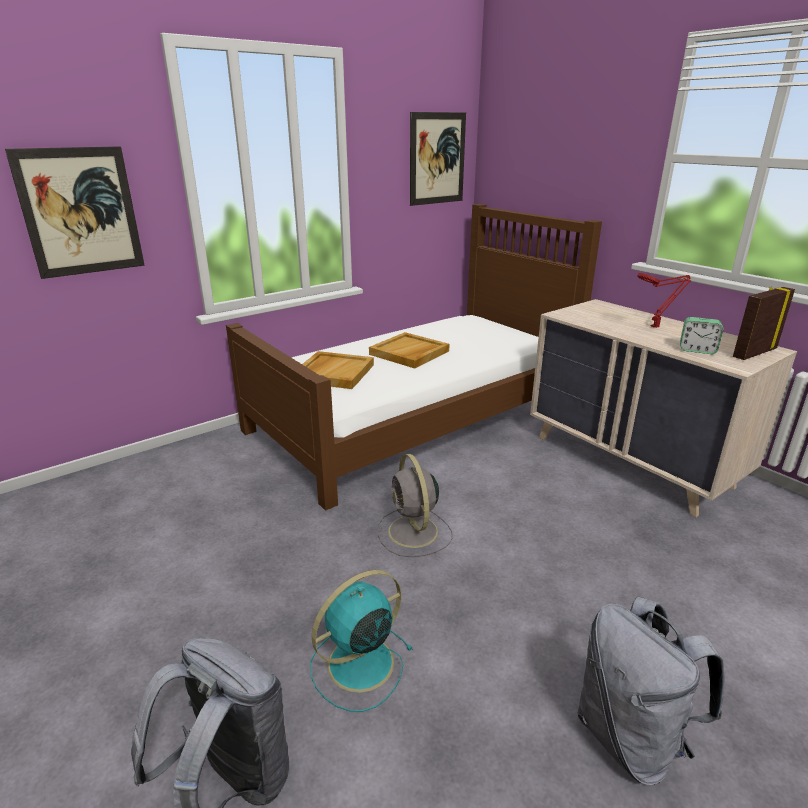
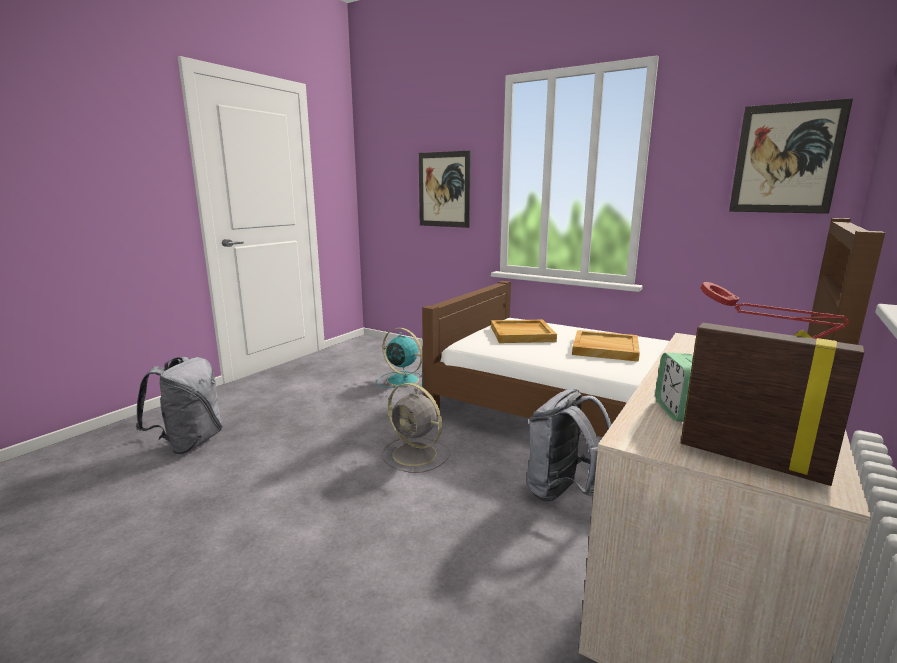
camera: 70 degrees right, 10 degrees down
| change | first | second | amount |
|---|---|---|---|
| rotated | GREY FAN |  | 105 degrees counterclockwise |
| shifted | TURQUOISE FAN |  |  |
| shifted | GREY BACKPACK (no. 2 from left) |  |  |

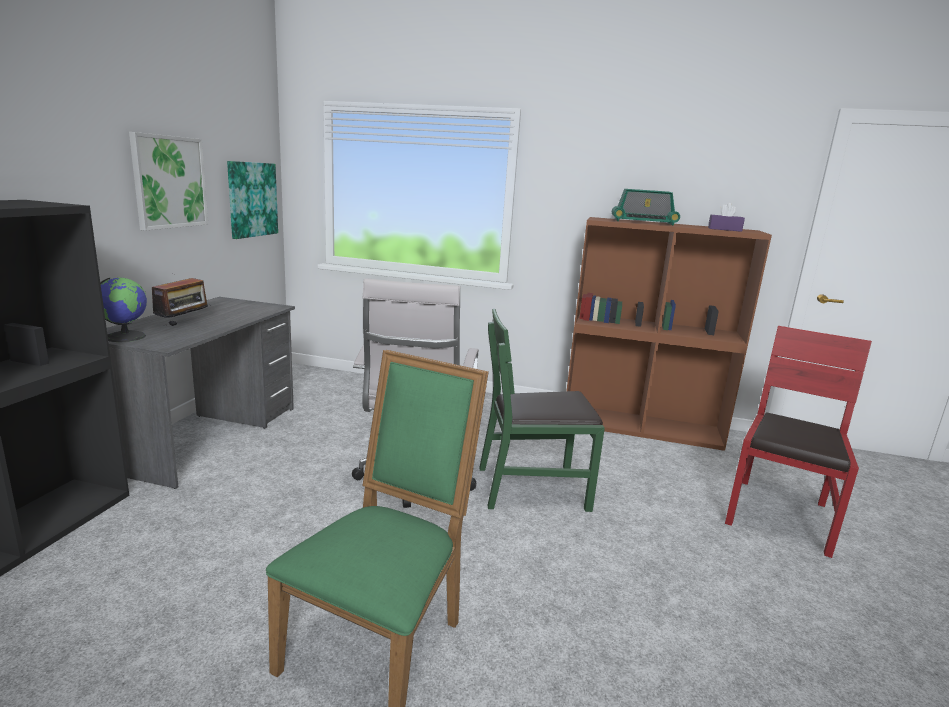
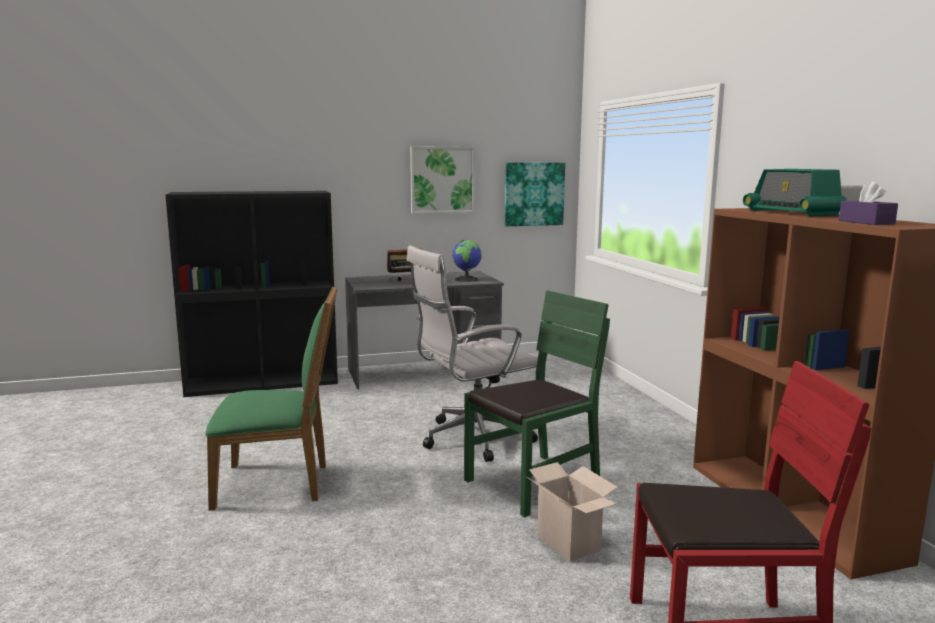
camera: 60 degrees right, 5 degrees down
| change | first | second | amount |
|---|---|---|---|
| shifted | GLOBE |  |  |
| rotated | GREEN CHAIR (no. 2 from left) |  | 90 degrees clockwise |
| new |  | CARDBOARD BOX |  |

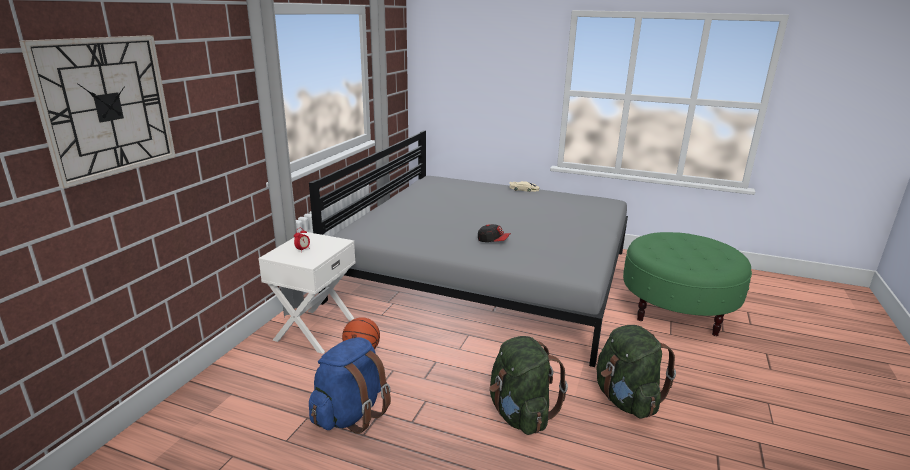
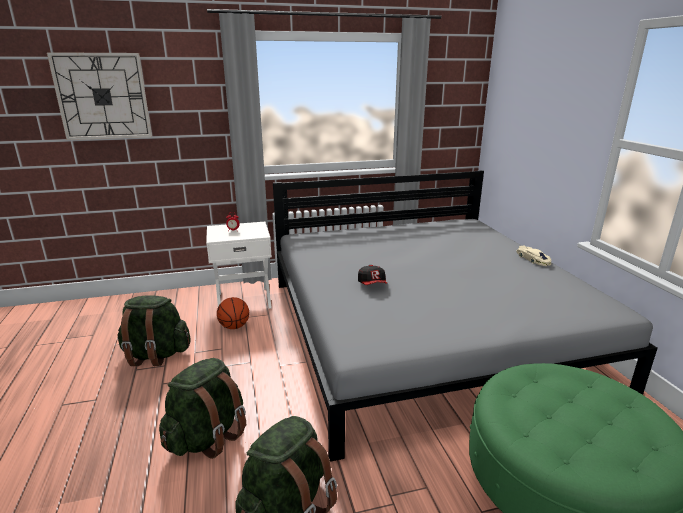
camera: 55 degrees right, 0 degrees up
| change | first | second | amount |
|---|---|---|---|
| repainted | BLUE BACKPACK | GREEN BACKPACK (no. 1 from left) |  |

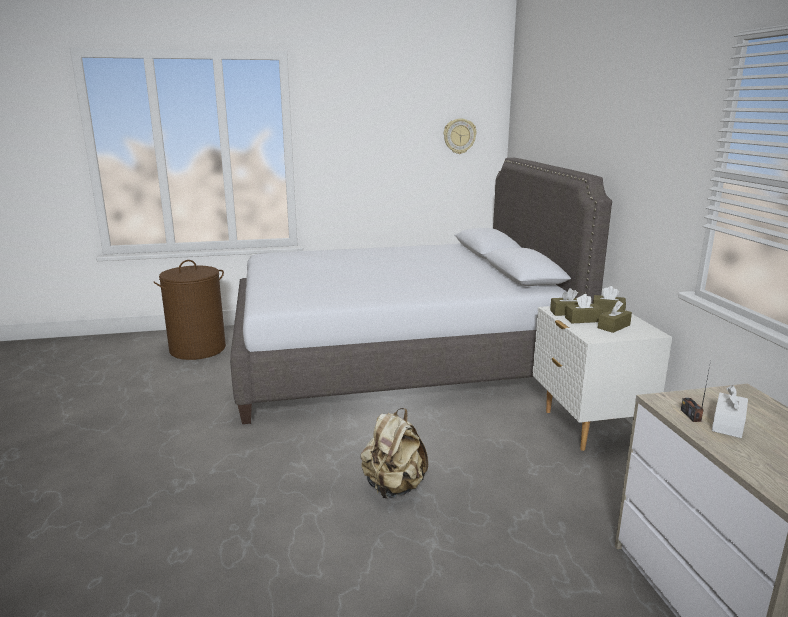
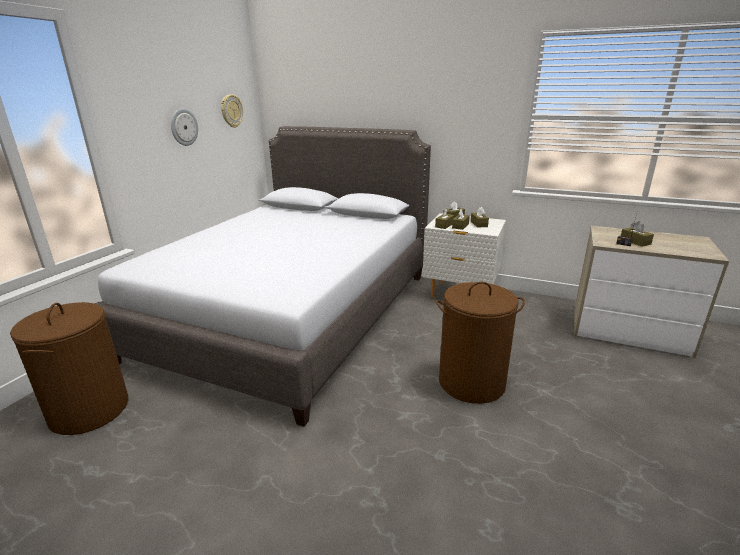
camera: 55 degrees left, 5 degrees up
| change | first | second | amount |
|---|---|---|---|
| repainted | WHITE TISSUE BOX | BROWN TISSUE BOX (no. 5 from left) |  |
| swapped | BEIGE BACKPACK | BROWN LAUNDRY BASKET (no. 2 from left) |  |
| new |  | WALL CLOCK (no. 1 from left) |  |

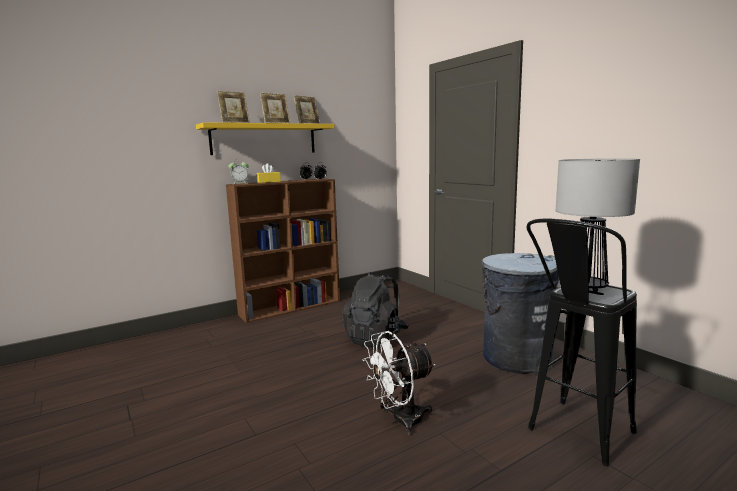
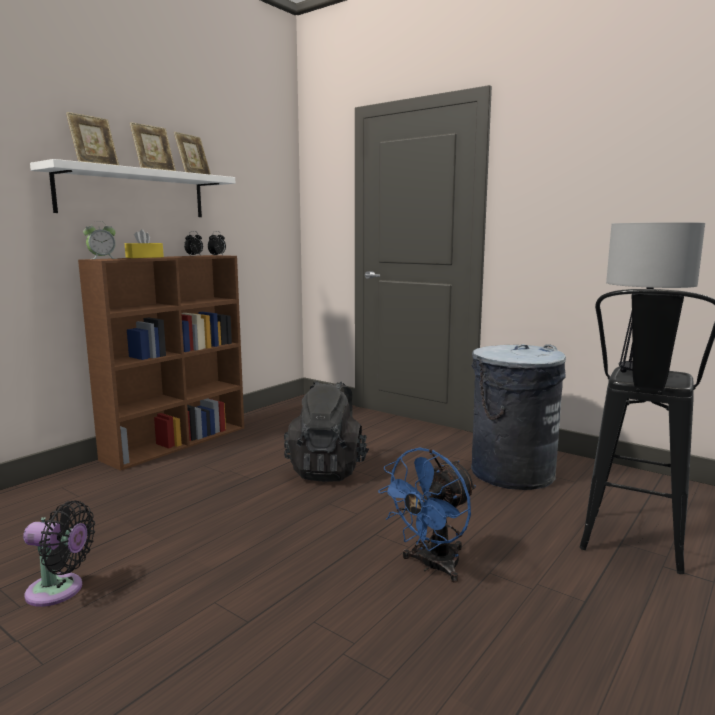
camera: 20 degrees left, 0 degrees up
| change | first | second | amount |
|---|---|---|---|
| repainted | YELLOW SHELF | WHITE SHELF |  |
| repainted | WHITE FAN | BLUE FAN |  |
| new |  | BLACK FAN |  |

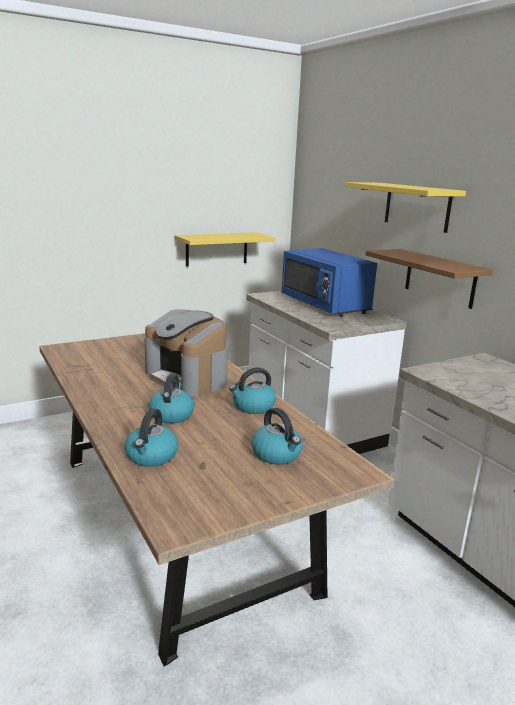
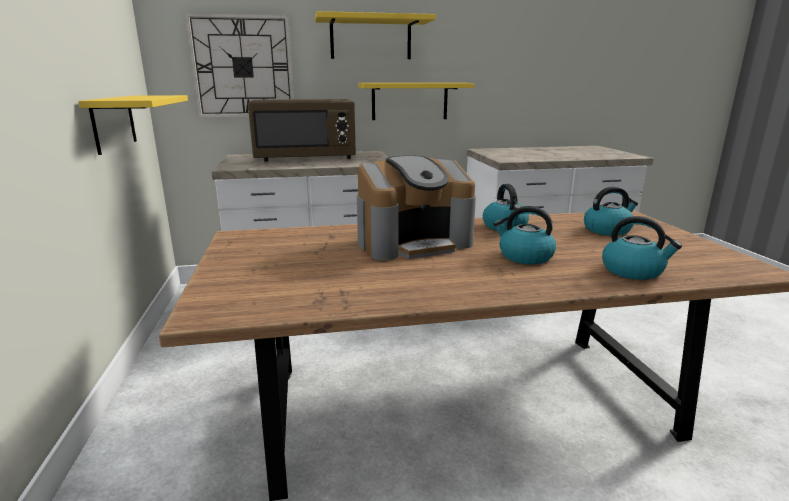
camera: 70 degrees left, 0 degrees up
| change | first | second | amount |
|---|---|---|---|
| repainted | BLUE MICROWAVE | BROWN MICROWAVE |  |
| repainted | BROWN SHELF | YELLOW SHELF (no. 3 from left) |  |
| new |  | WALL CLOCK |  |

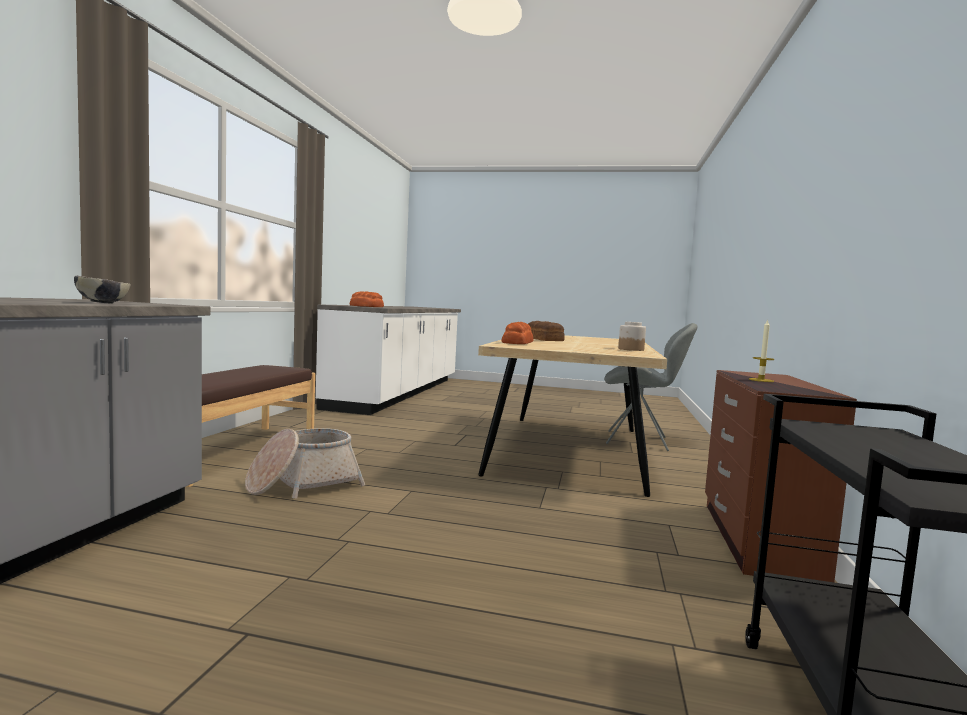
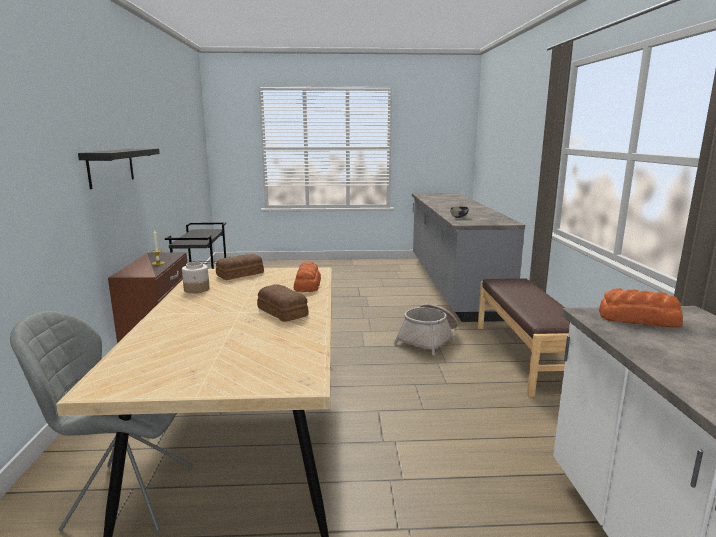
camera: 165 degrees right, 10 degrees up
| change | first | second | amount |
|---|---|---|---|
| new |  | BLACK SHELF |  |
| new |  | BREAD (no. 1 from left) |  |

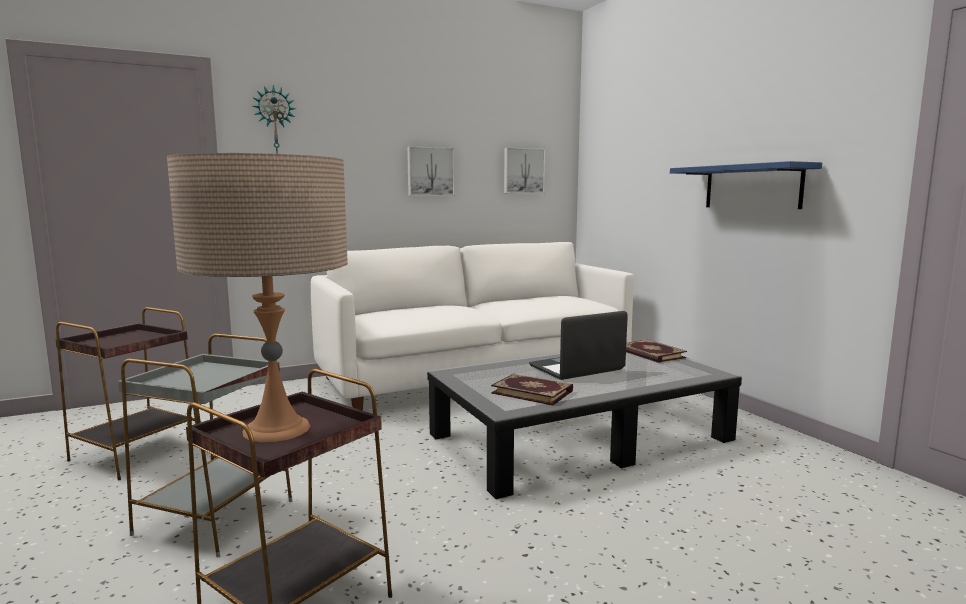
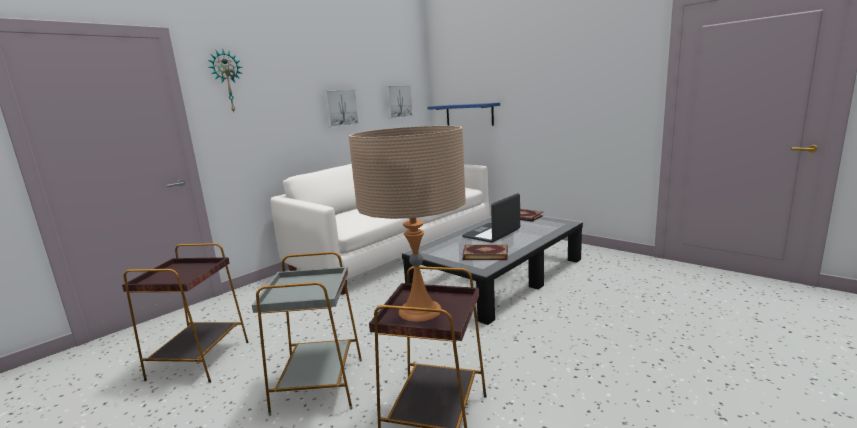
camera: 20 degrees left, 5 degrees up
| change | first | second | amount |
|---|---|---|---|
| shifted | BLUE SHELF |  |  |

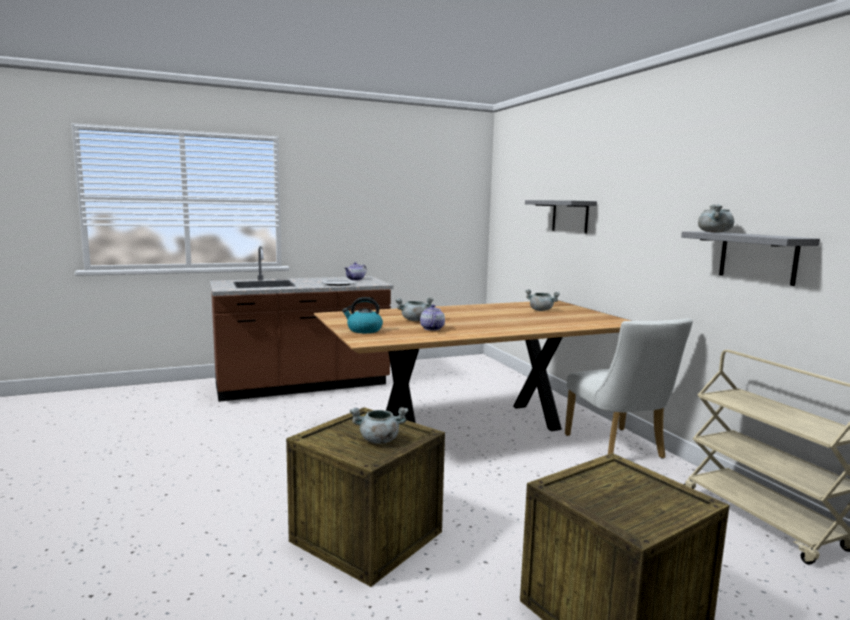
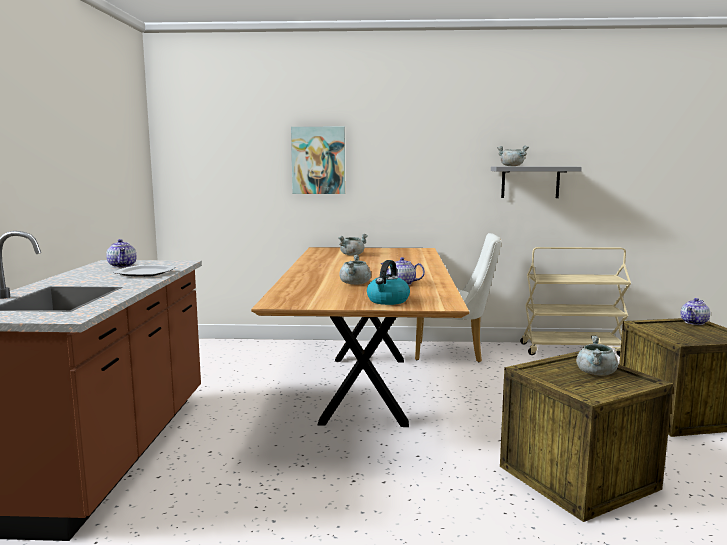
camera: 65 degrees left, 0 degrees up
| change | first | second | amount |
|---|---|---|---|
| swapped | GREY SHELF (no. 1 from left) | PICTURE |  |
| new |  | TEAPOT (no. 3 from left) |  |

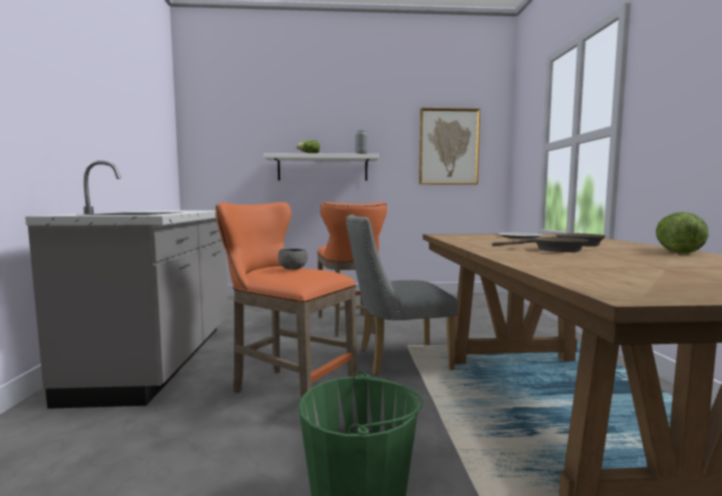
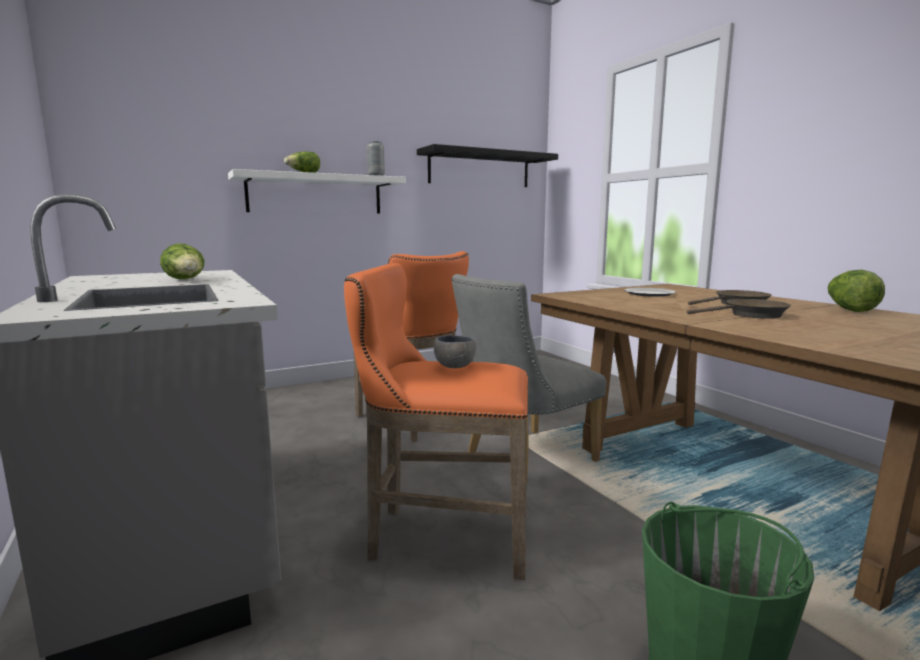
camera: 25 degrees left, 5 degrees up
| change | first | second | amount |
|---|---|---|---|
| swapped | PICTURE | BLACK SHELF |  |
| new |  | LETTUCE (no. 1 from left) |  |

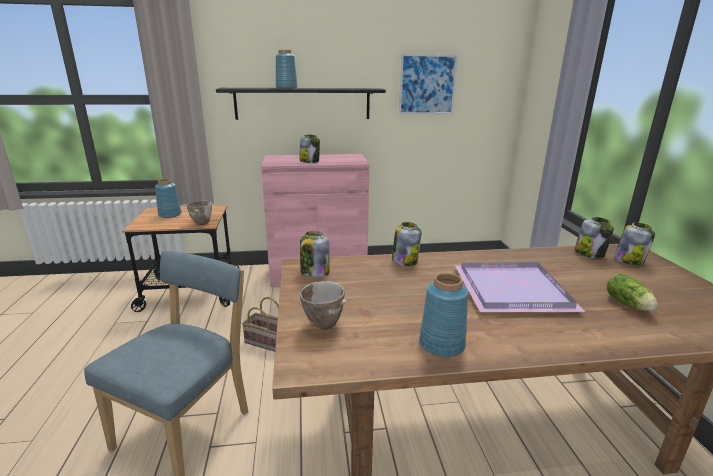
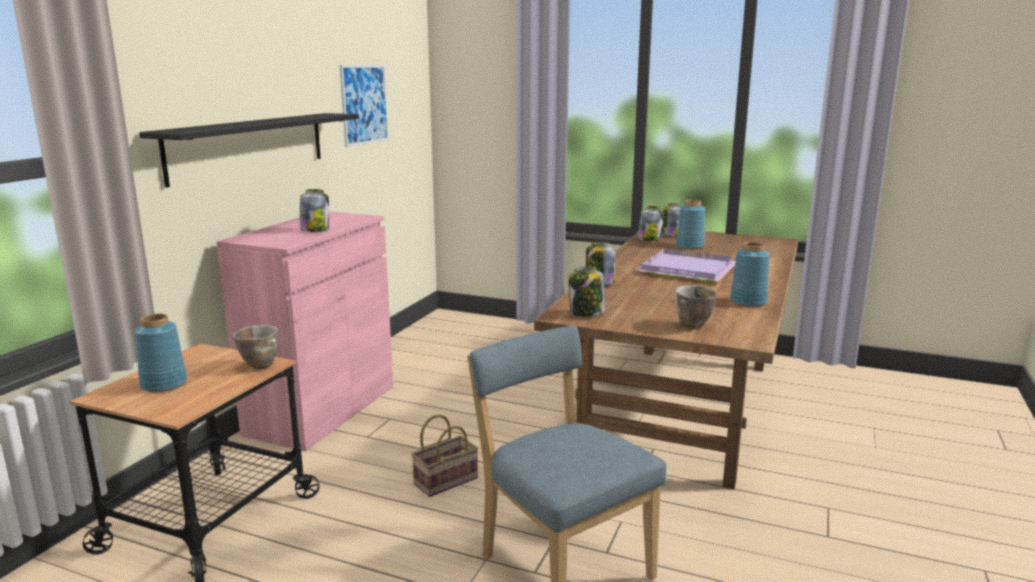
camera: 60 degrees left, 5 degrees down
| change | first | second | amount |
|---|---|---|---|
| shifted | BLUE VASE (no. 2 from left) |  |  |
| gone | LETTUCE |  |  |

